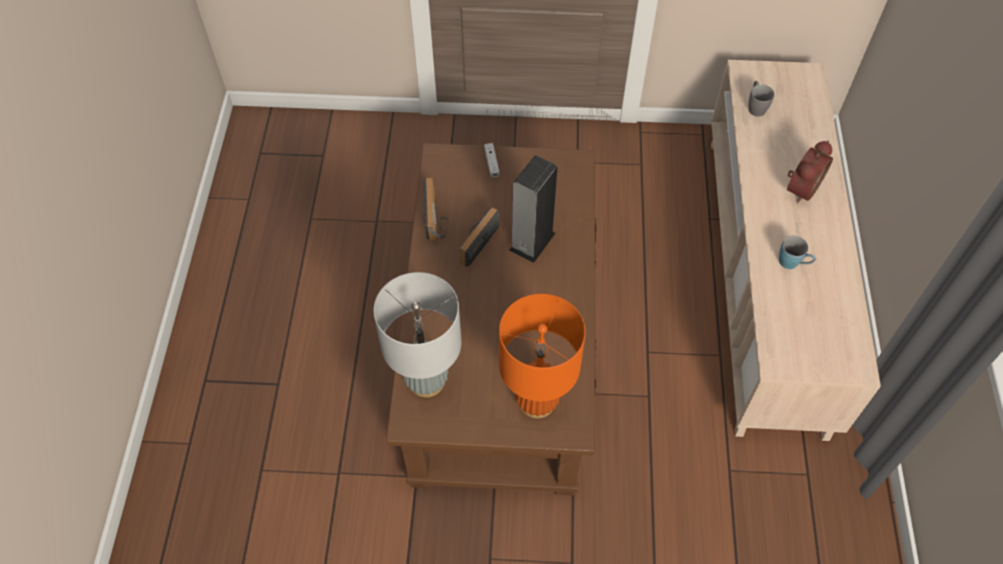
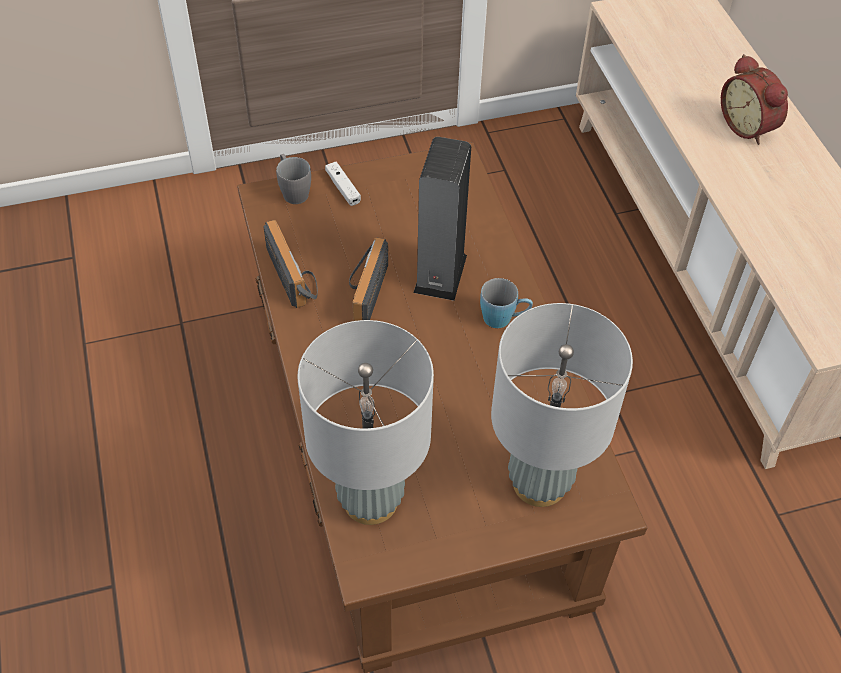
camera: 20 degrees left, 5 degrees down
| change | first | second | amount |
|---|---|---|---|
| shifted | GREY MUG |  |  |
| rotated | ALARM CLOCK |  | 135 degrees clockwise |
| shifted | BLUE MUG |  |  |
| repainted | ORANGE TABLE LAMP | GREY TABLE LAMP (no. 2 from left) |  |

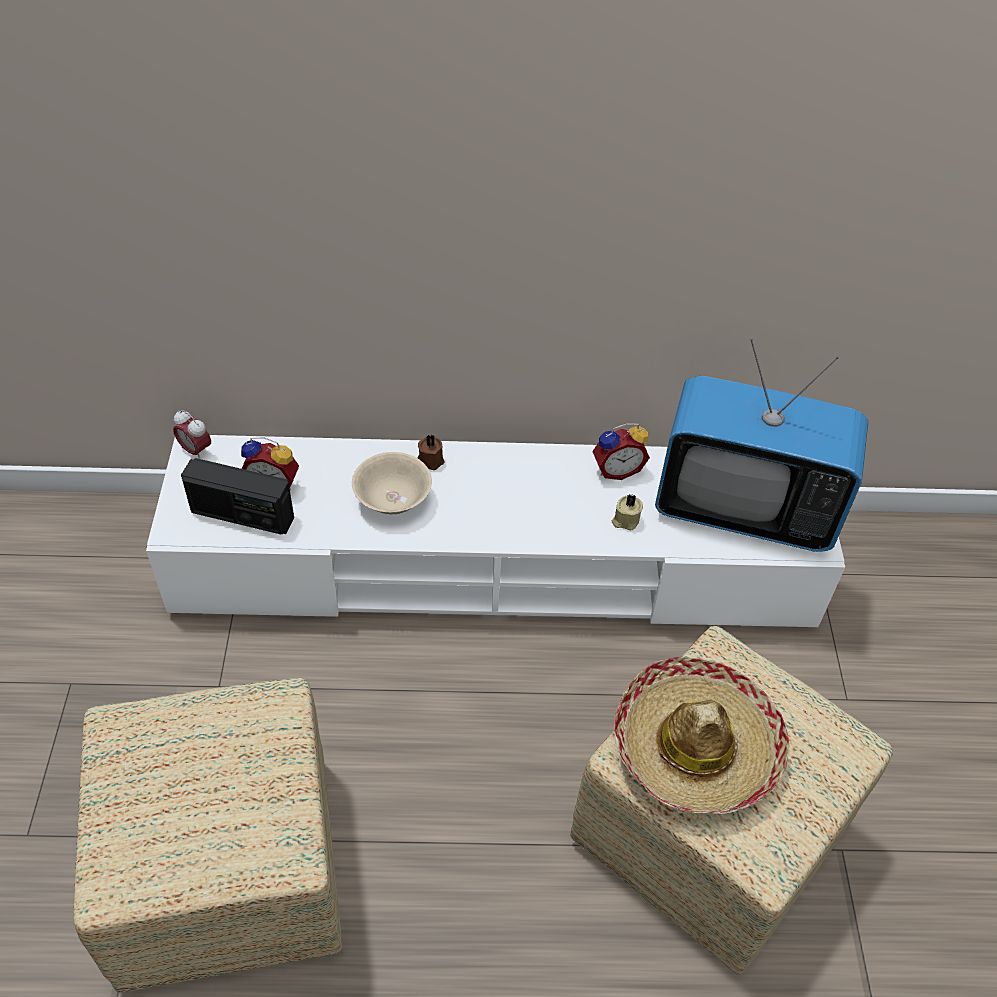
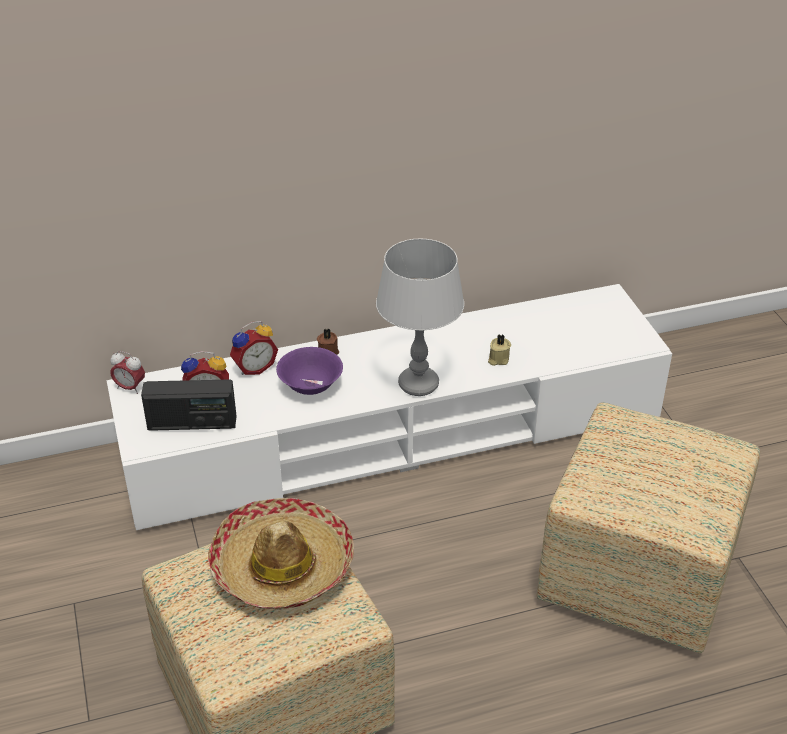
camera: 15 degrees left, 10 degrees down
| change | first | second | amount |
|---|---|---|---|
| gone | TELEVISION |  |  |
| shifted | ALARM CLOCK (no. 3 from left) |  |  |
| repainted | BEIGE BOWL | PURPLE BOWL |  |
| shifted | HAT |  |  |
| new |  | GREY TABLE LAMP |  |

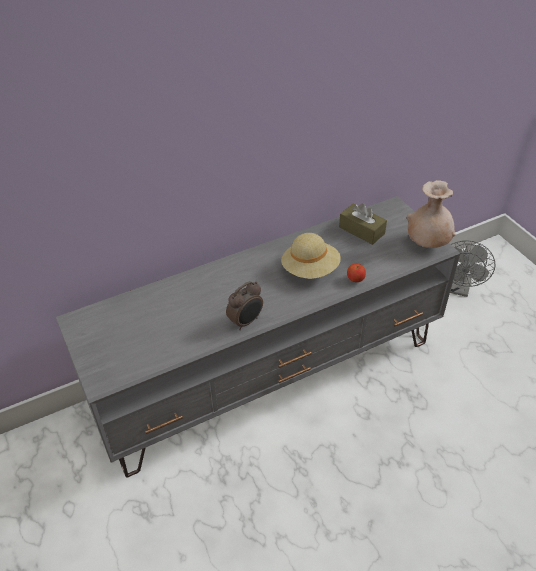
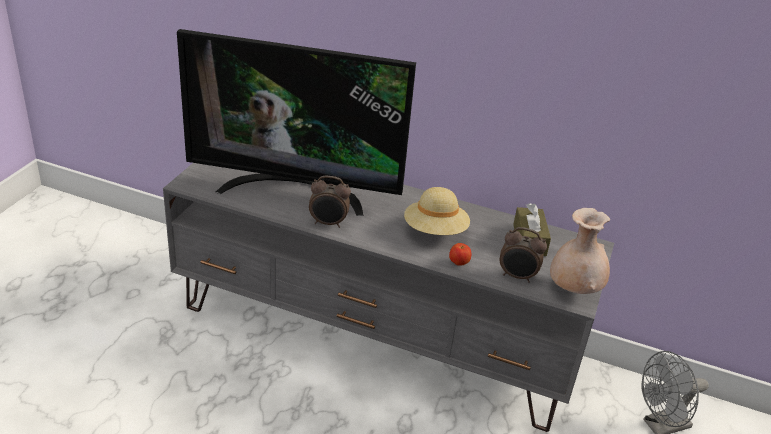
camera: 45 degrees right, 10 degrees down
| change | first | second | amount |
|---|---|---|---|
| new |  | TELEVISION |  |
| new |  | ALARM CLOCK (no. 2 from left) |  |

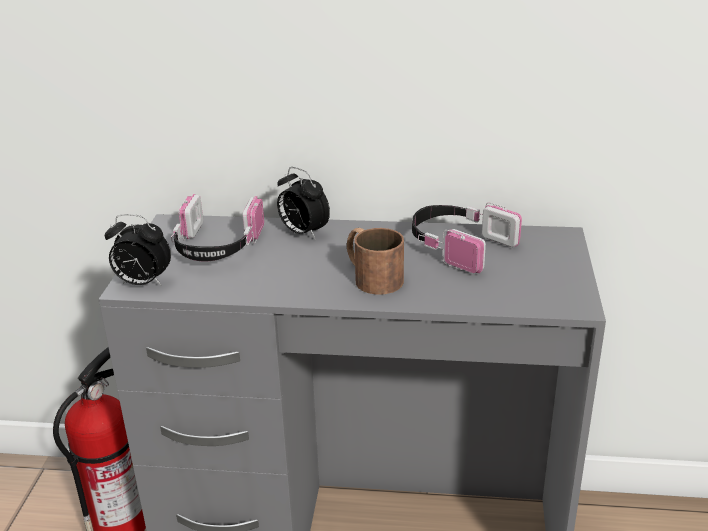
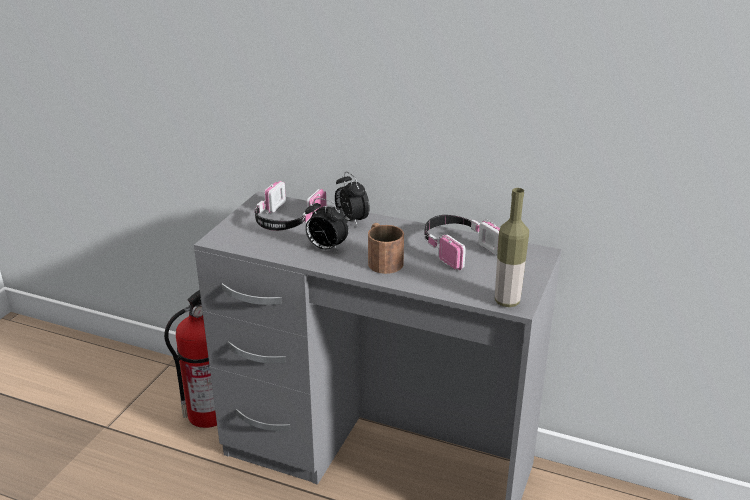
camera: 15 degrees right, 0 degrees up
| change | first | second | amount |
|---|---|---|---|
| shifted | ALARM CLOCK (no. 1 from left) |  |  |
| new |  | BOTTLE |  |

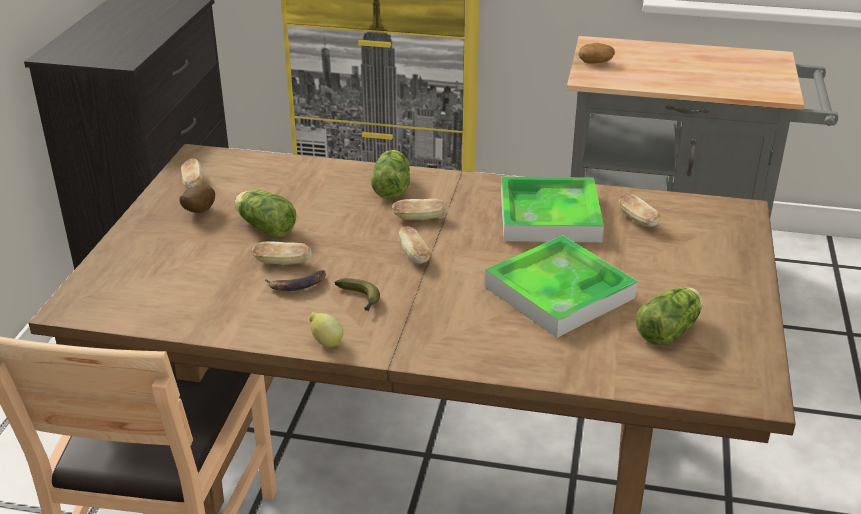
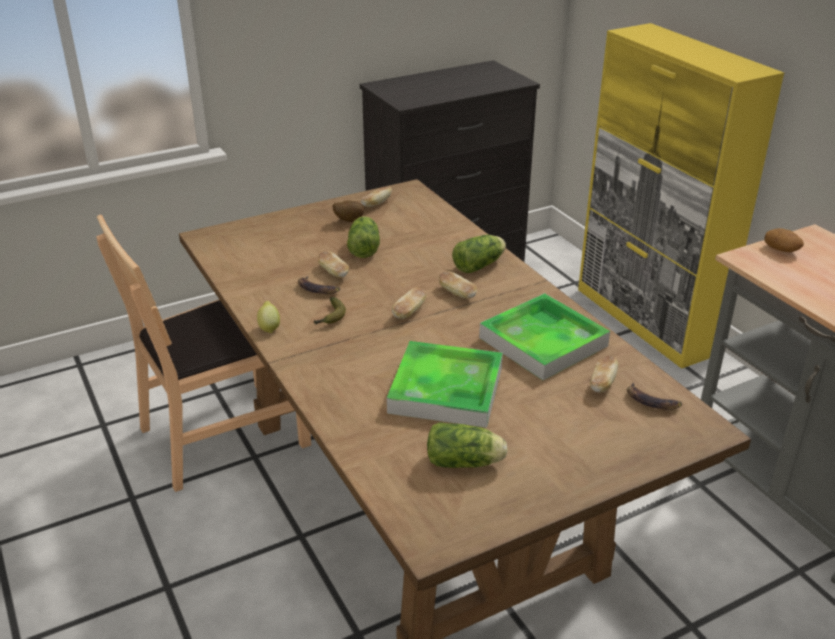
camera: 50 degrees right, 0 degrees up
| change | first | second | amount |
|---|---|---|---|
| new |  | BANANA (no. 3 from left) |  |

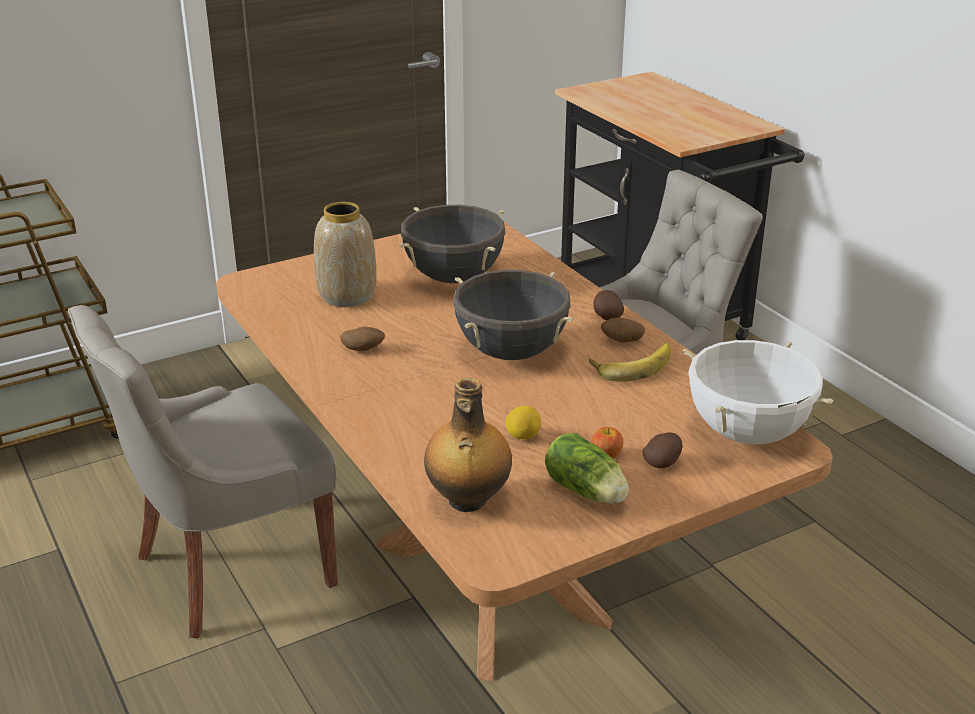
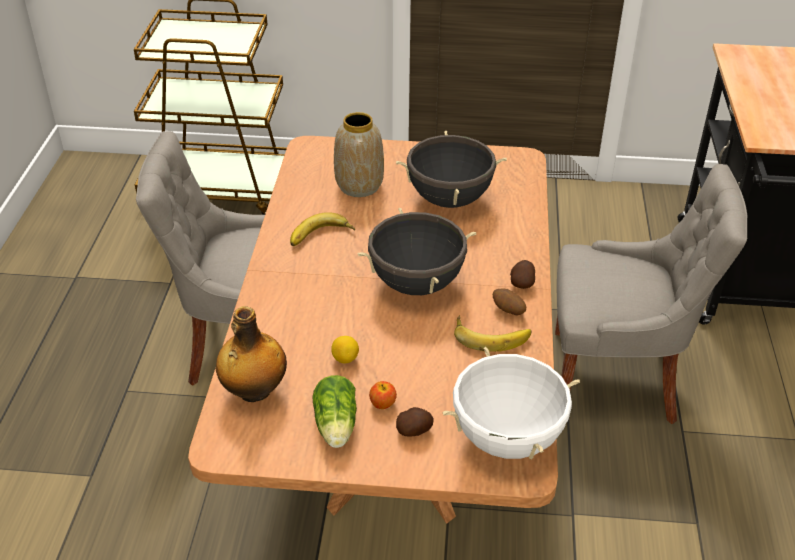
camera: 35 degrees right, 10 degrees up
| change | first | second | amount |
|---|---|---|---|
| swapped | POTATO (no. 1 from left) | BANANA (no. 1 from left) |  |

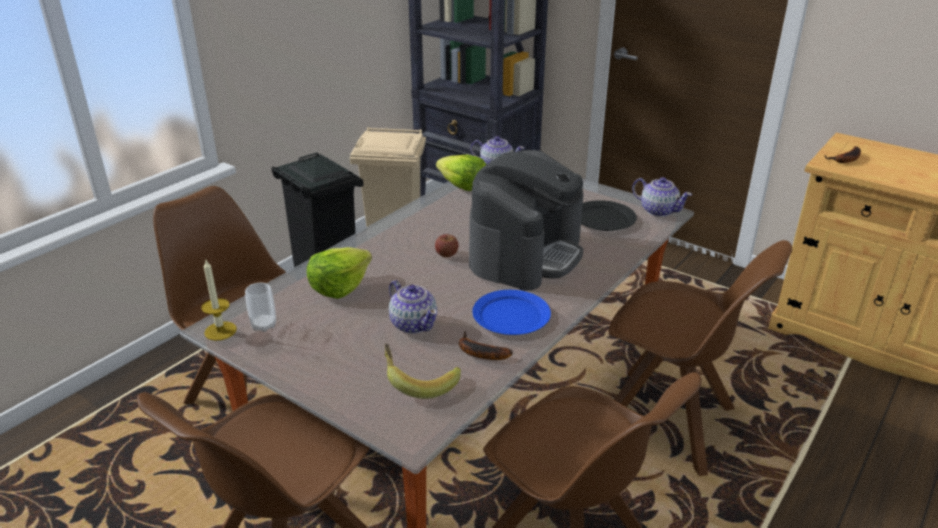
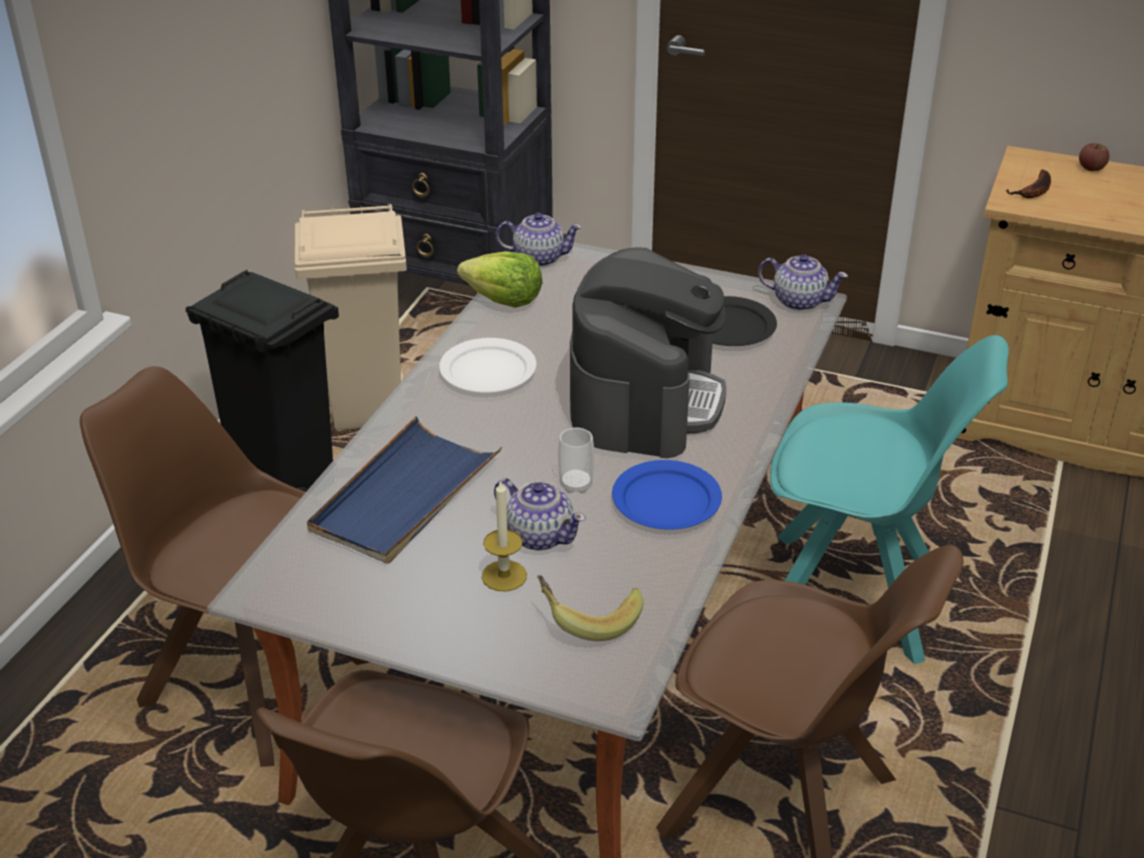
camera: 15 degrees left, 5 degrees up
| change | first | second | amount |
|---|---|---|---|
| shifted | APPLE |  |  |
| repainted | BROWN CHAIR (no. 4 from left) | TURQUOISE CHAIR |  |
| swapped | LETTUCE (no. 1 from left) | BLUE TRAY |  |
| shifted | CANDLE |  |  |
| shifted | CUP |  |  |
| gone | BANANA (no. 2 from left) |  |  |
| new |  | WHITE PLATE |  |

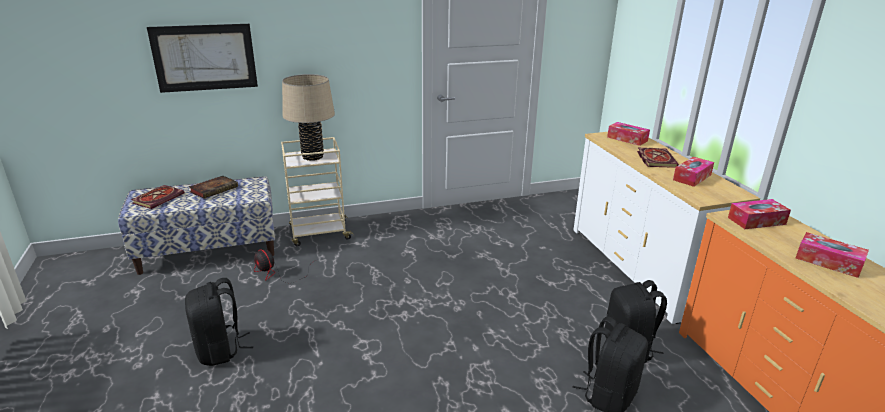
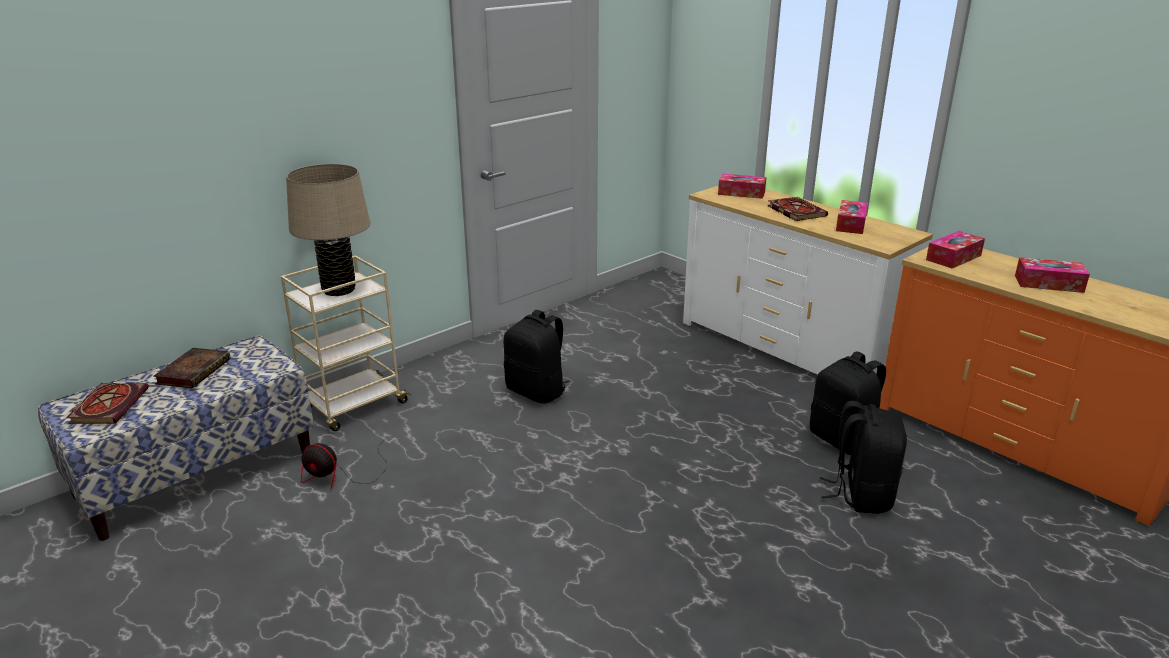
camera: 25 degrees left, 0 degrees up
| change | first | second | amount |
|---|---|---|---|
| gone | PICTURE |  |  |
| shifted | BLACK BACKPACK (no. 1 from left) |  |  |

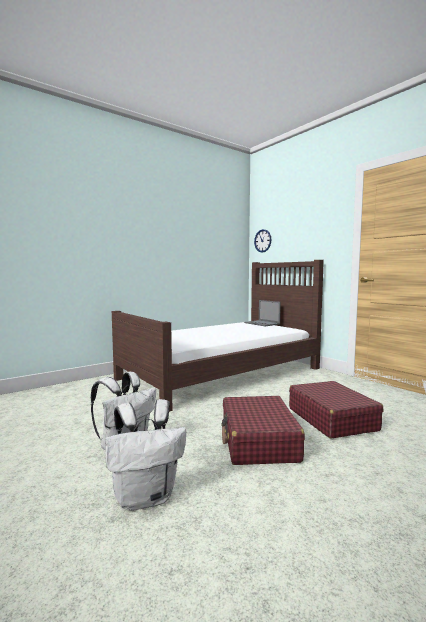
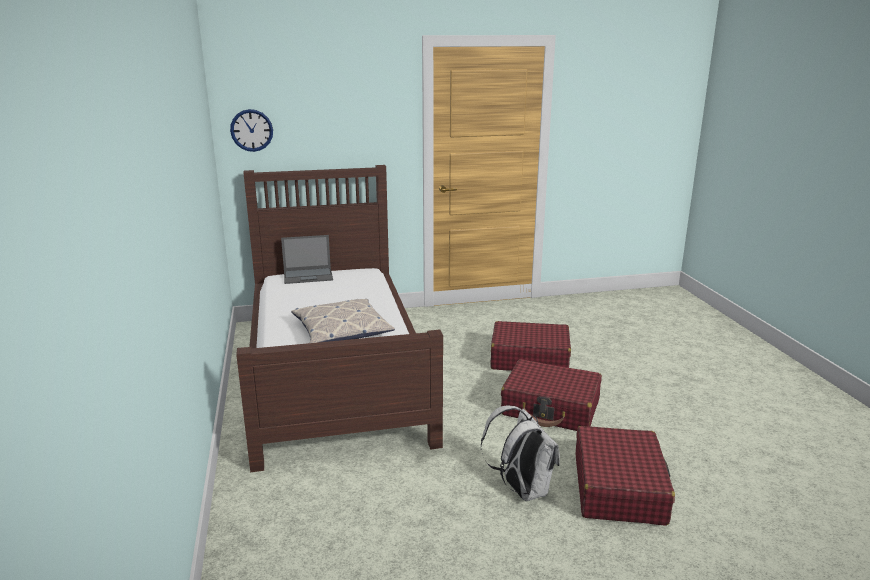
camera: 65 degrees left, 15 degrees up
| change | first | second | amount |
|---|---|---|---|
| swapped | WHITE BACKPACK (no. 2 from left) | RED SUITCASE (no. 3 from left) |  |
| new |  | PILLOW |  |

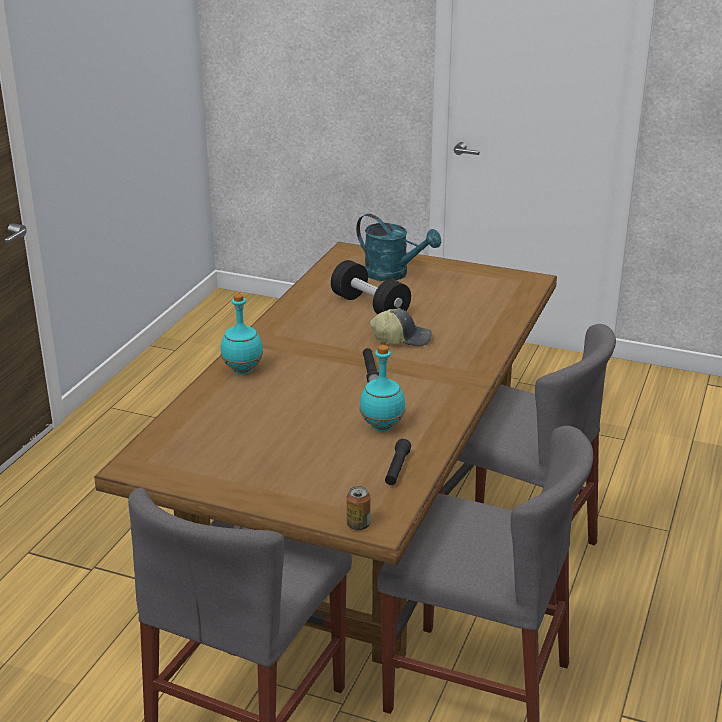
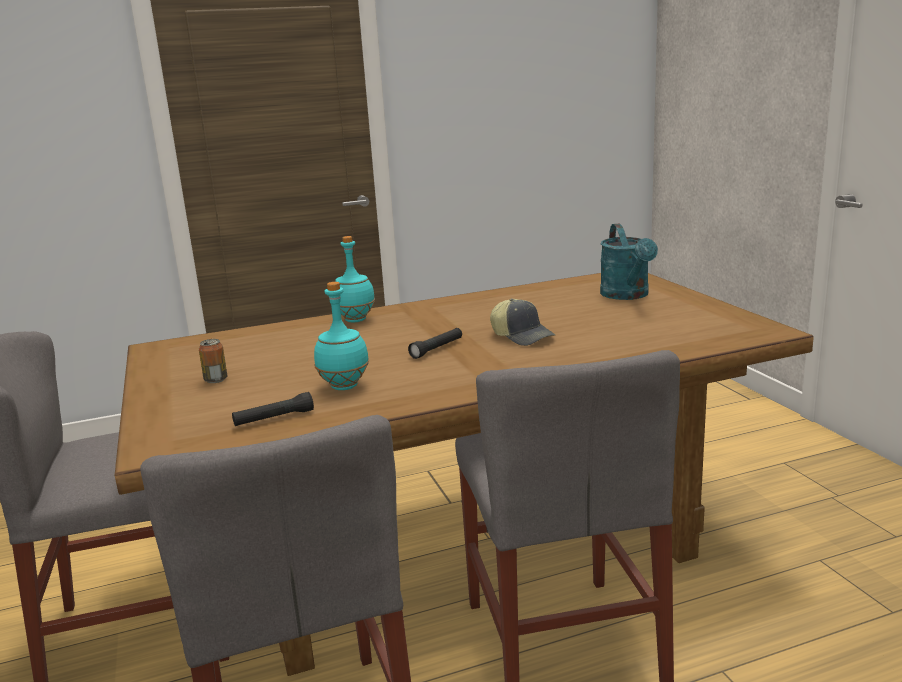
camera: 50 degrees right, 10 degrees down
| change | first | second | amount |
|---|---|---|---|
| gone | BLACK DUMBBELL |  |  |
| shifted | CAN |  |  |

